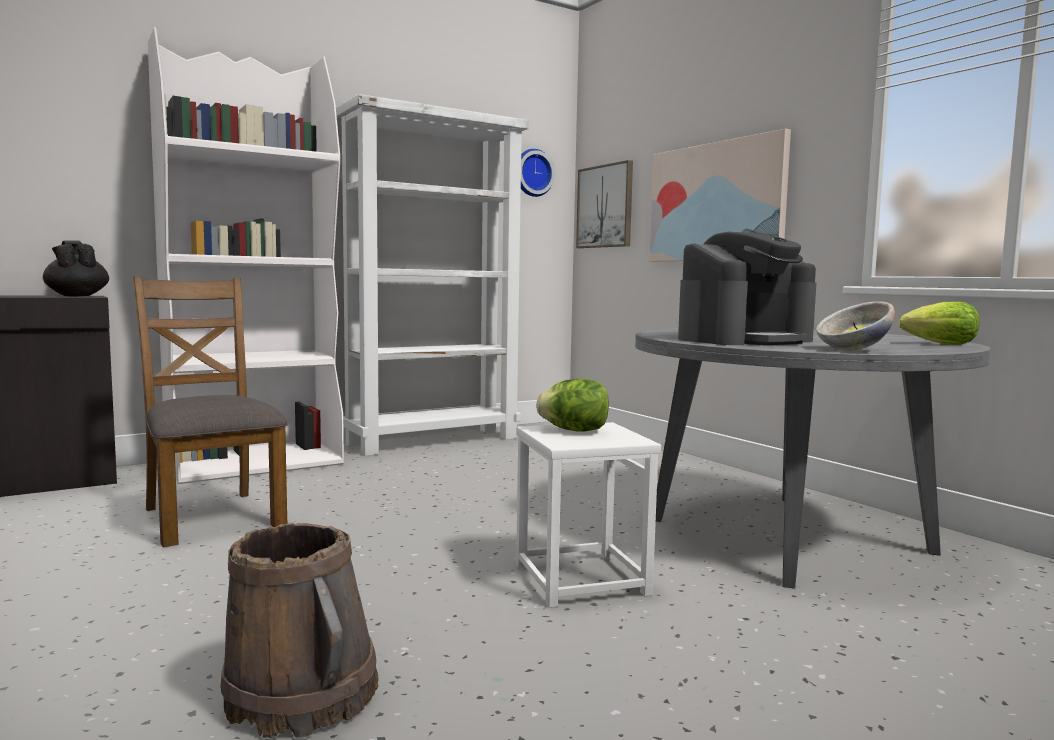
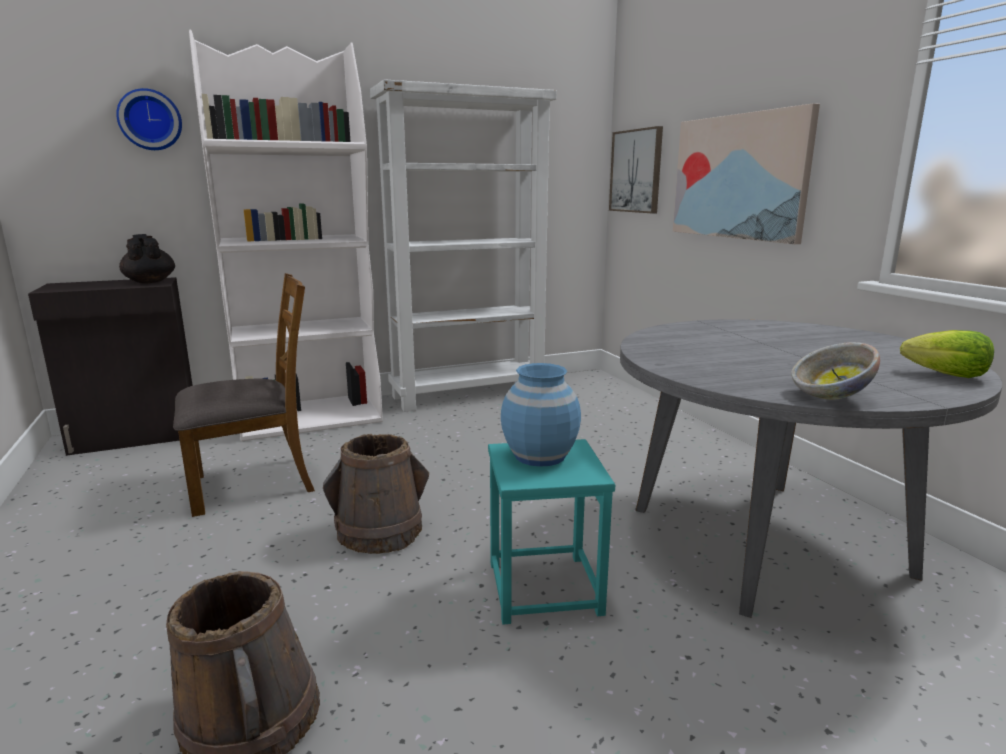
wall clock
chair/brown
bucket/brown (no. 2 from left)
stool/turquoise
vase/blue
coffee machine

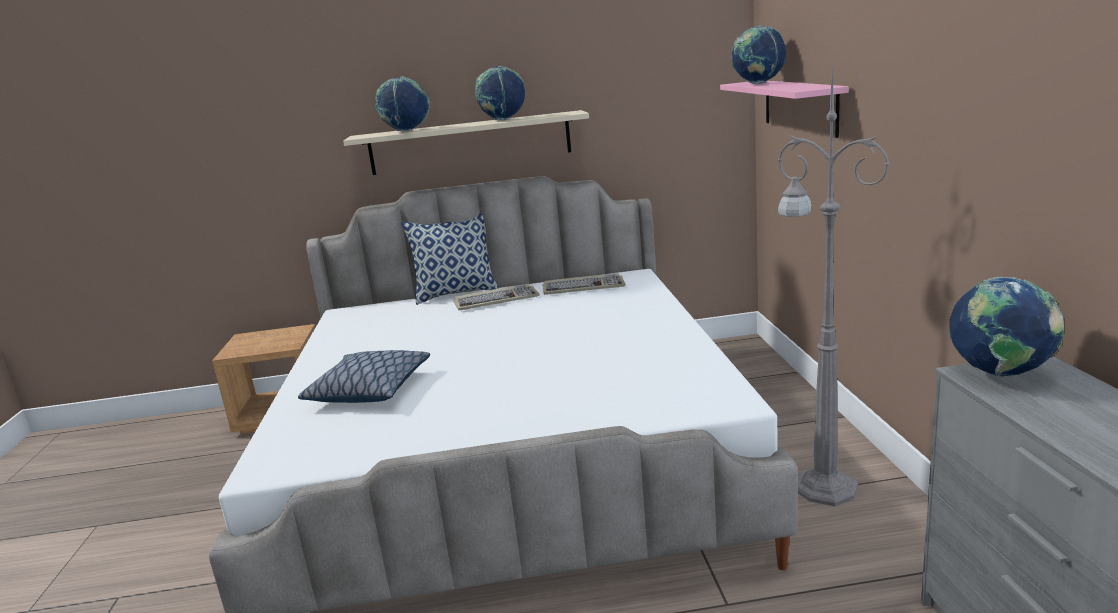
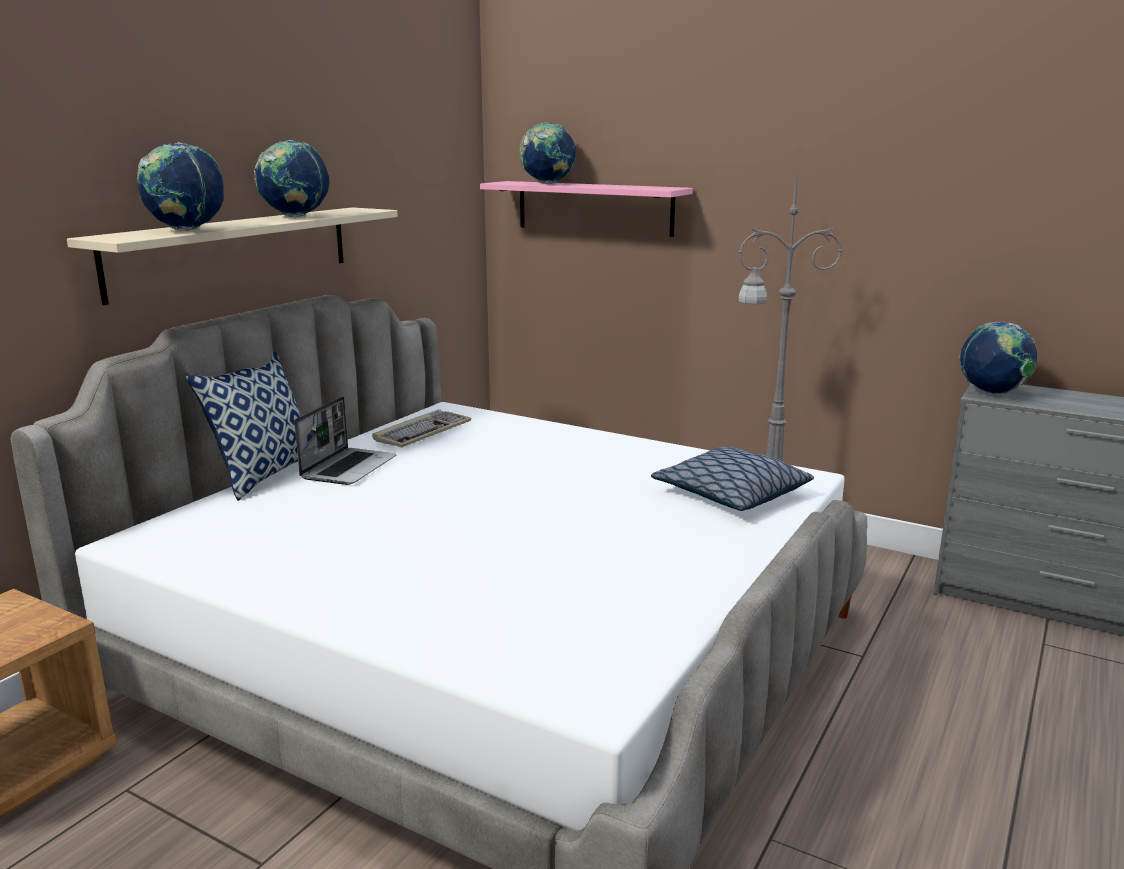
laptop
pillow (no. 2 from left)

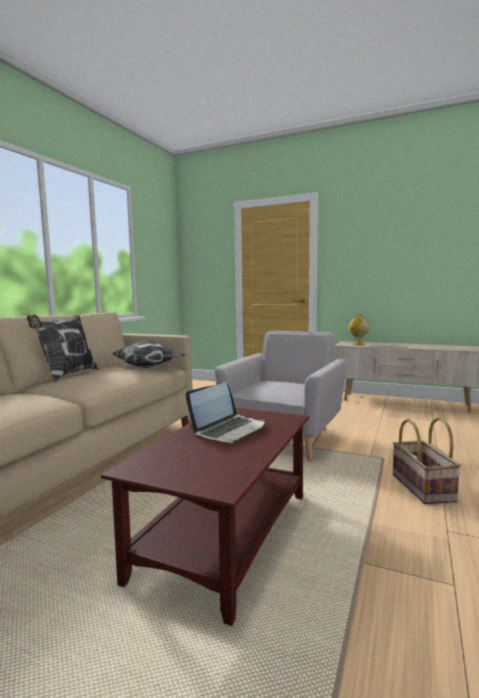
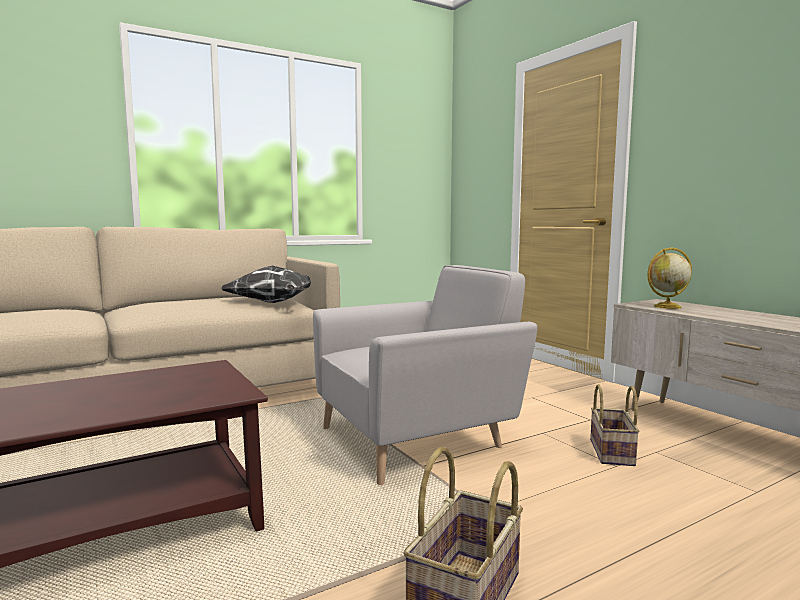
basket (no. 2 from left)
pillow (no. 1 from left in the first image)
laptop

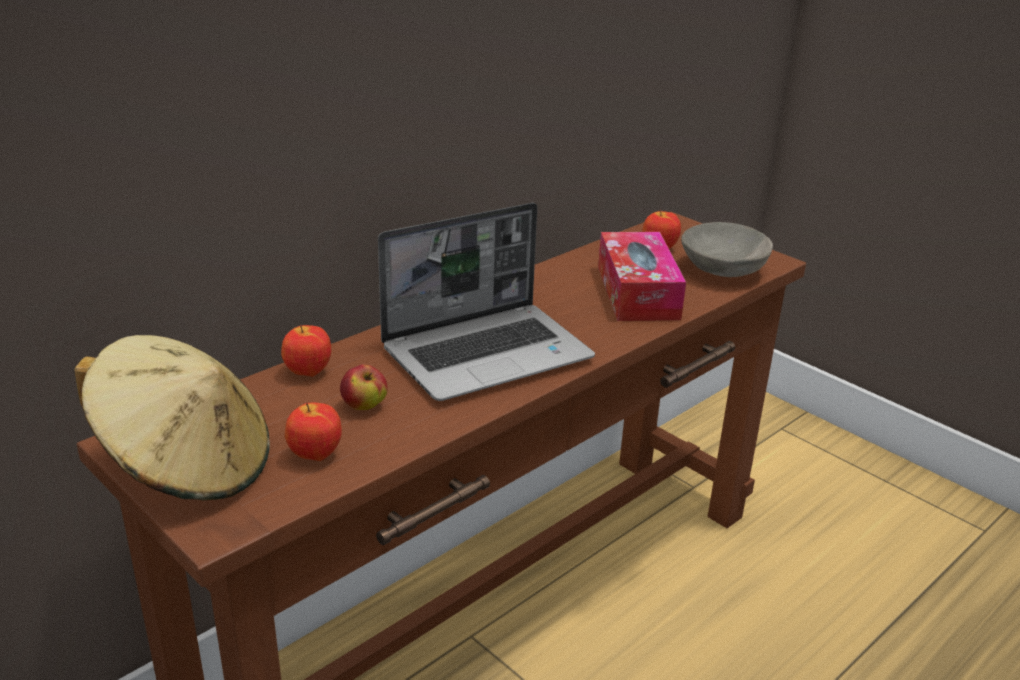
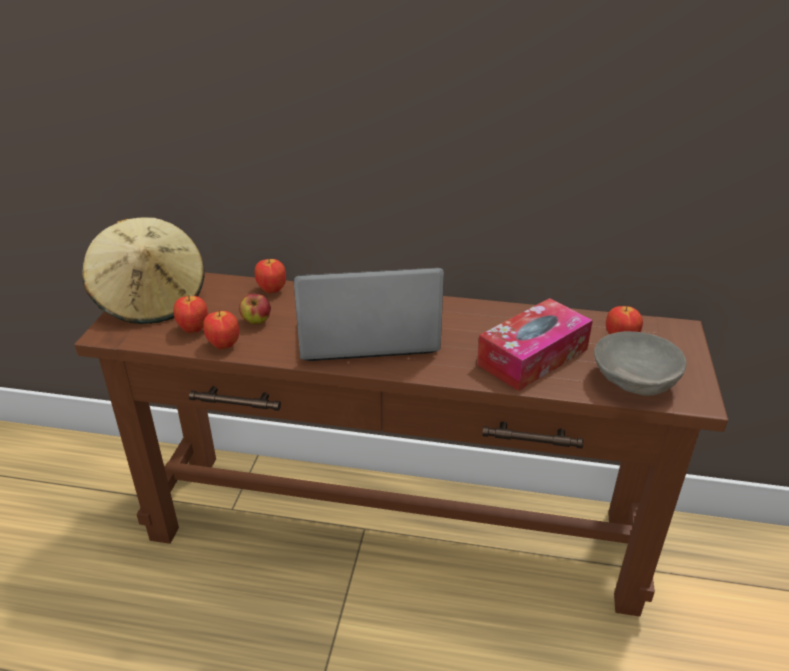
apple (no. 2 from left)
laptop

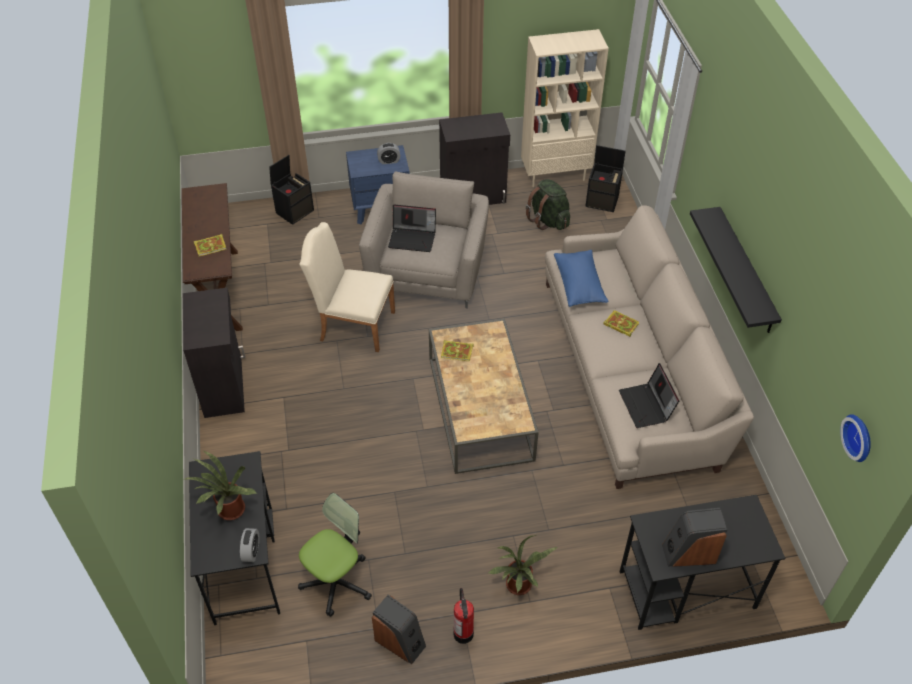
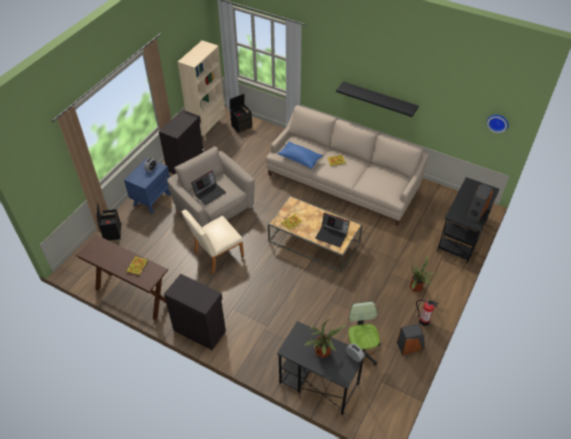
laptop (no. 2 from left)
backpack/green

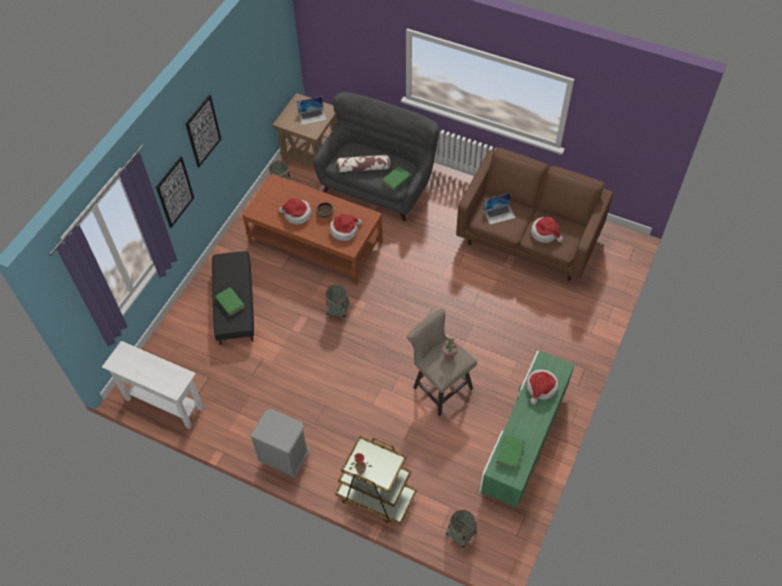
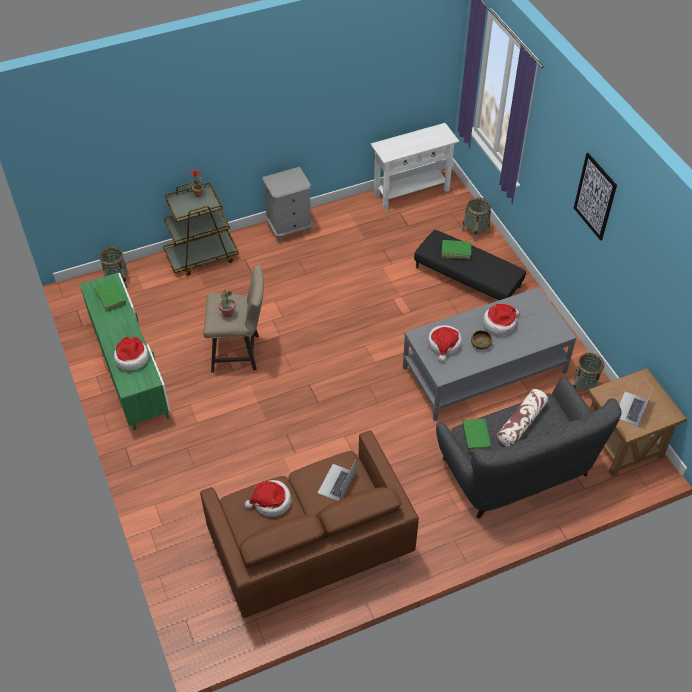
coffee table/grey
basket (no. 2 from left)
picture (no. 1 from left in the first image)

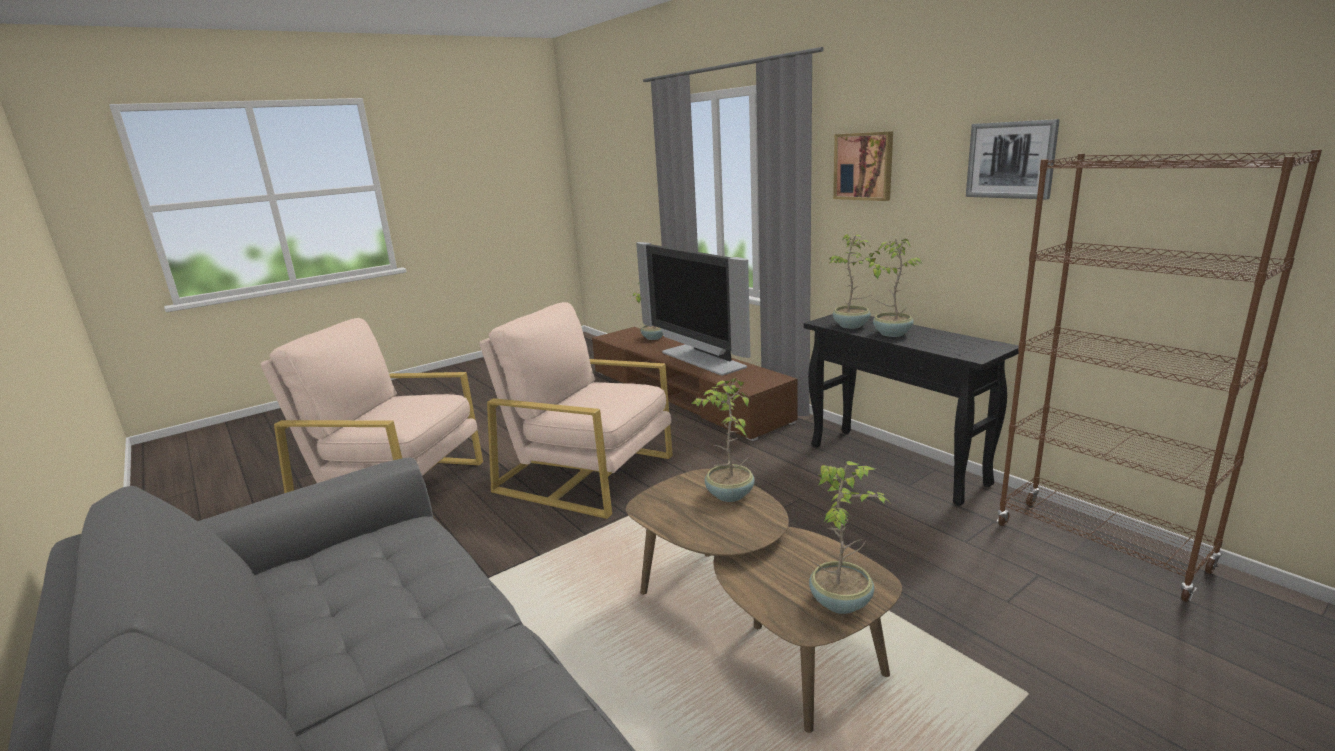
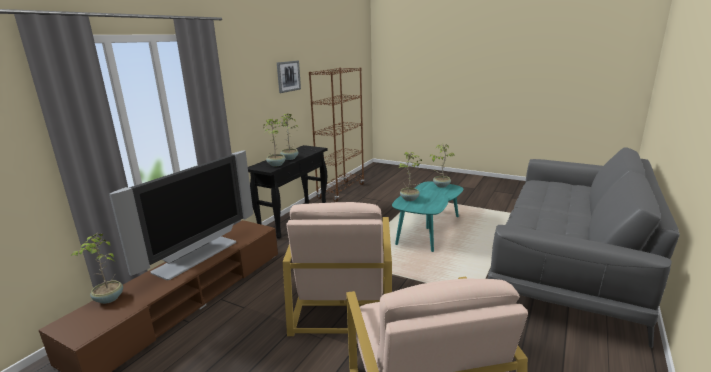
coffee table/turquoise
picture (no. 1 from left in the first image)

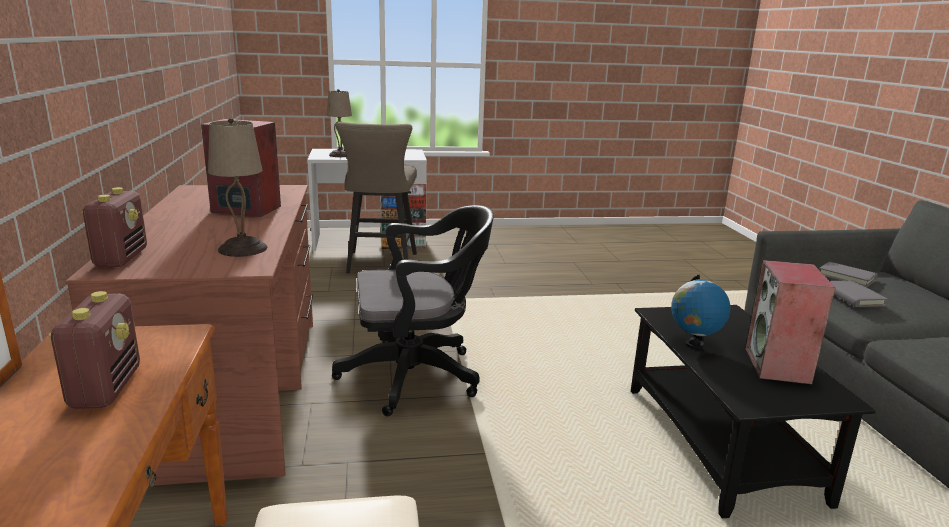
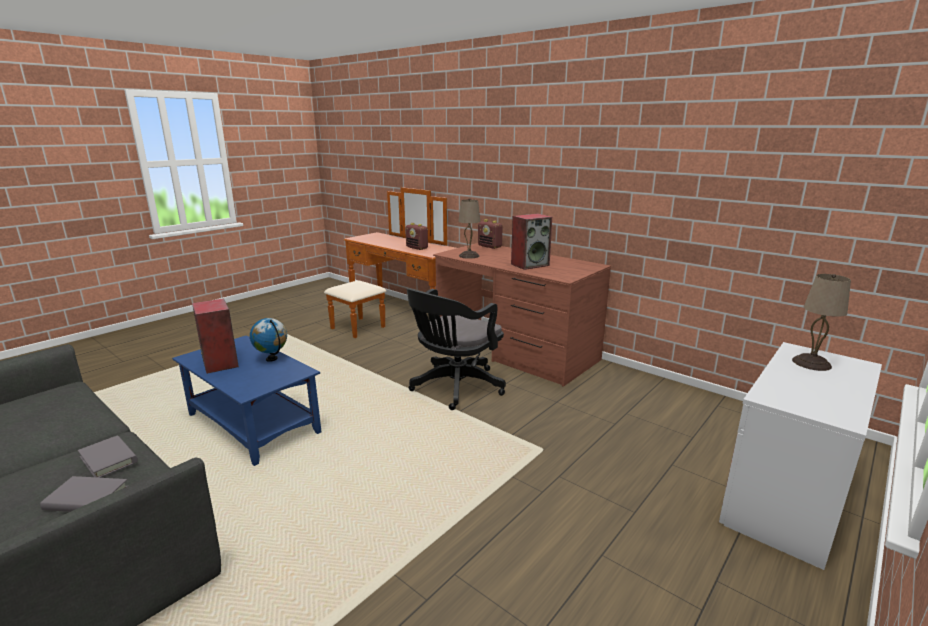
coffee table/blue
stool/beige

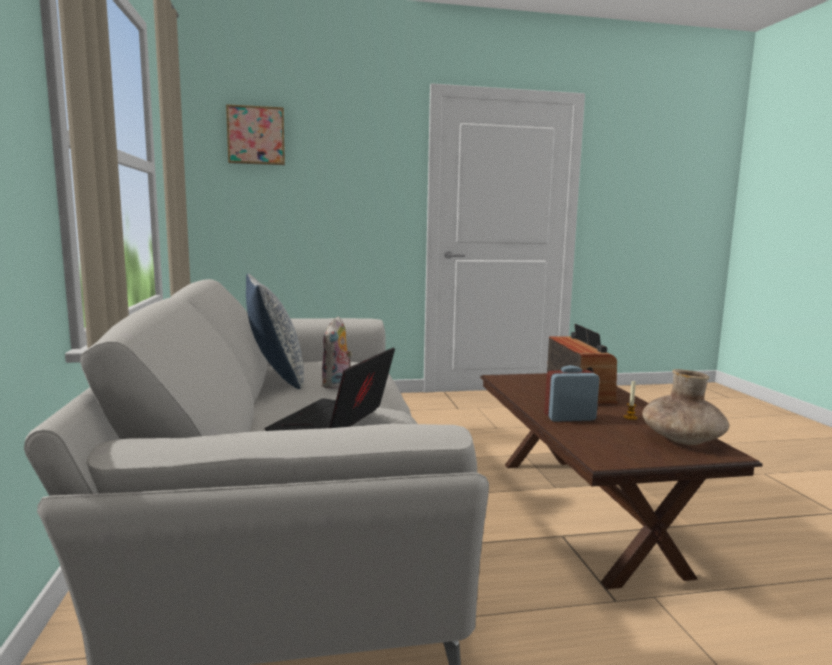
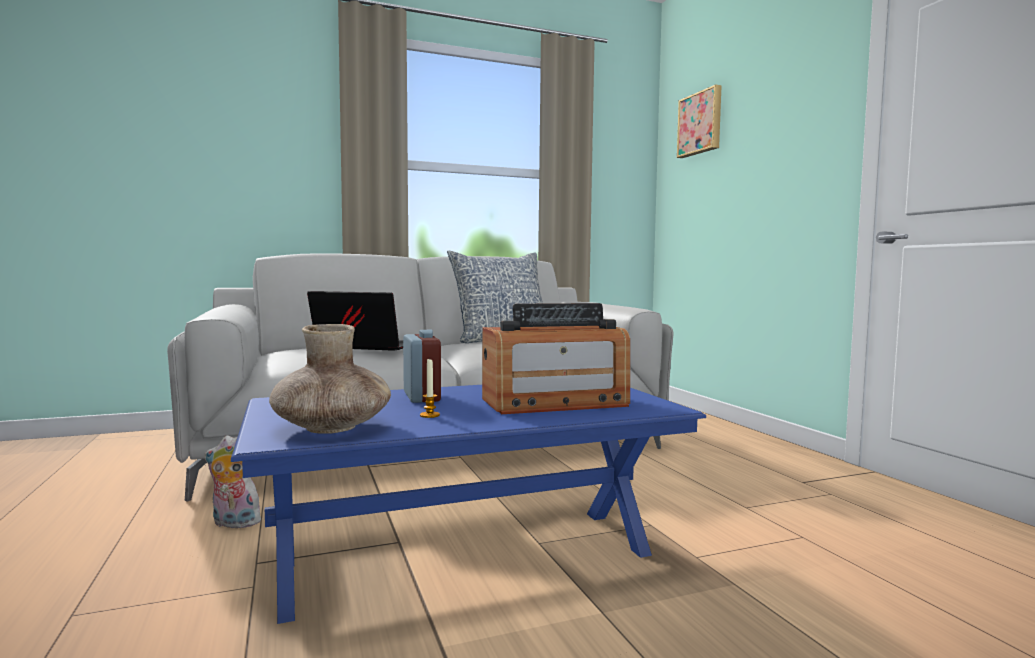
plush toy
coffee table/blue

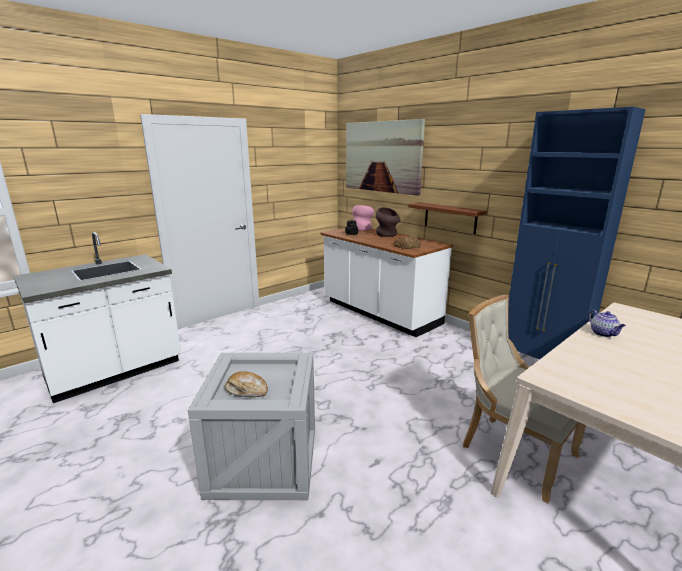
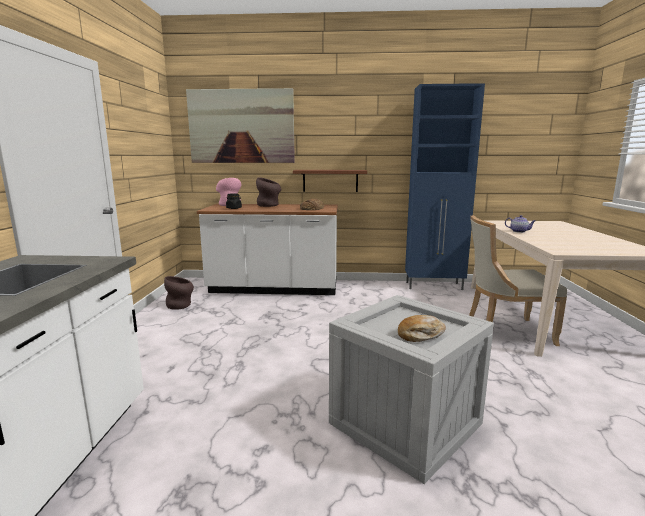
vase/brown (no. 1 from left)

